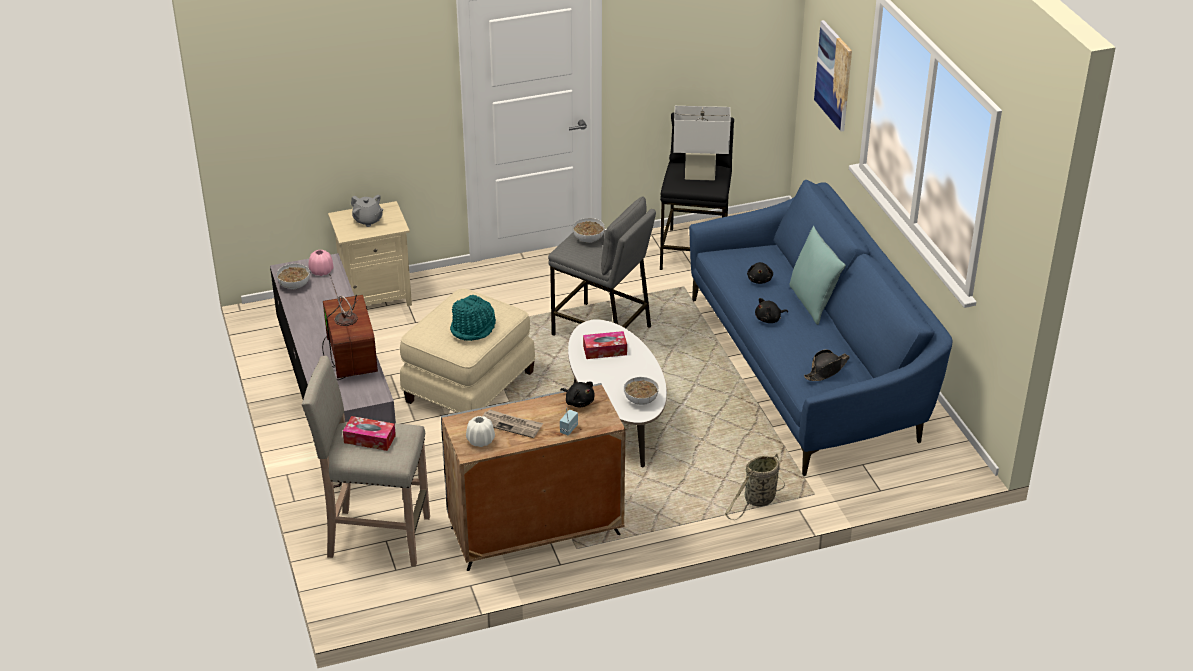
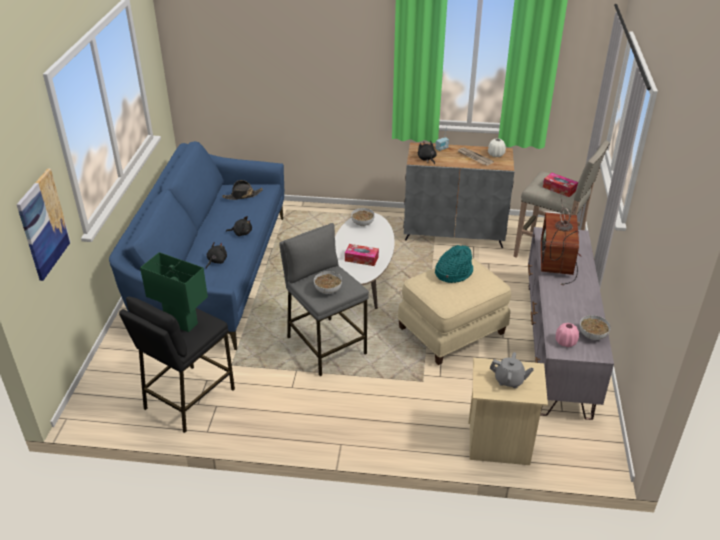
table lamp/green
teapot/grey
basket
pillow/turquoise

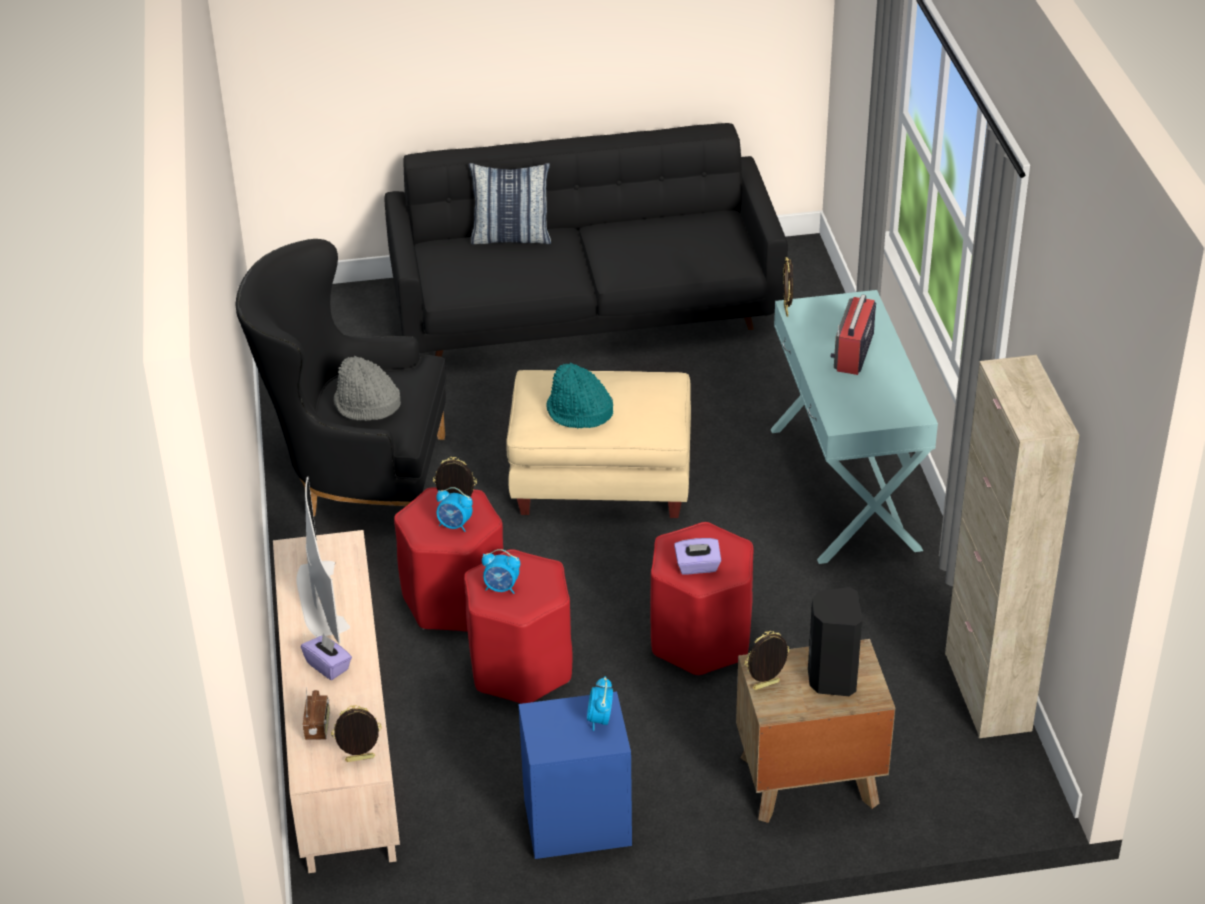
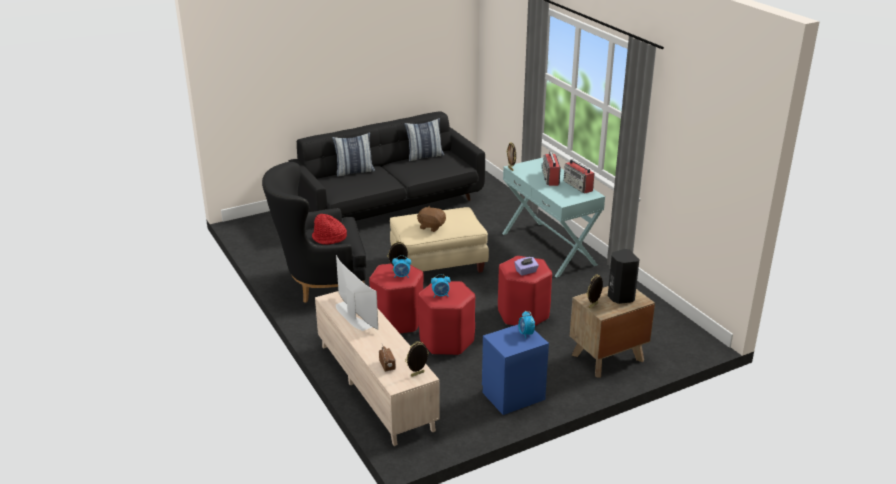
hat/red
pillow (no. 2 from left)
plush toy/brown
radio (no. 3 from left)
tissue box/purple (no. 1 from left in the first image)
cabinet/beige

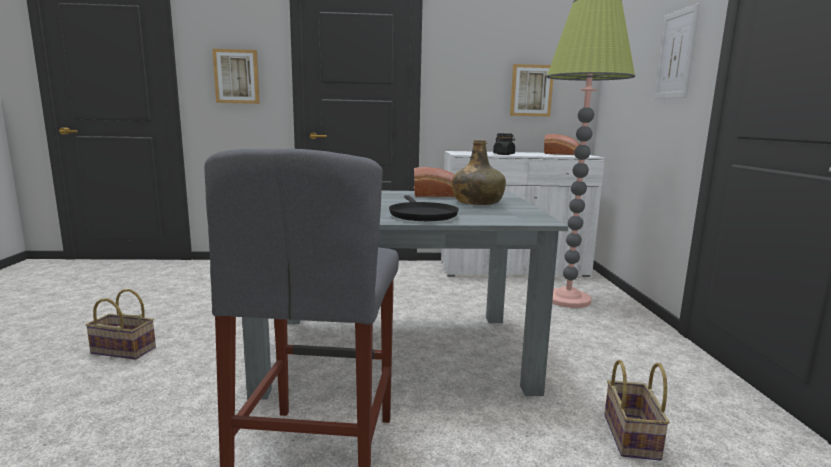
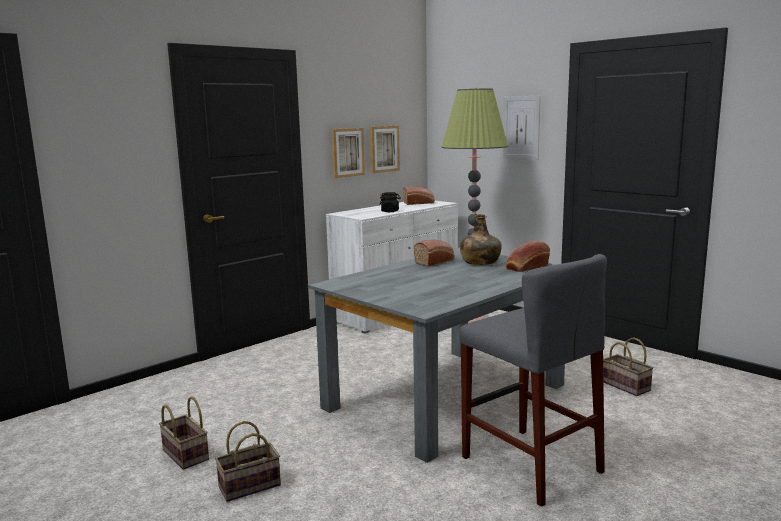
basket (no. 1 from left)
picture (no. 1 from left)
bread (no. 3 from left)
frying pan/black

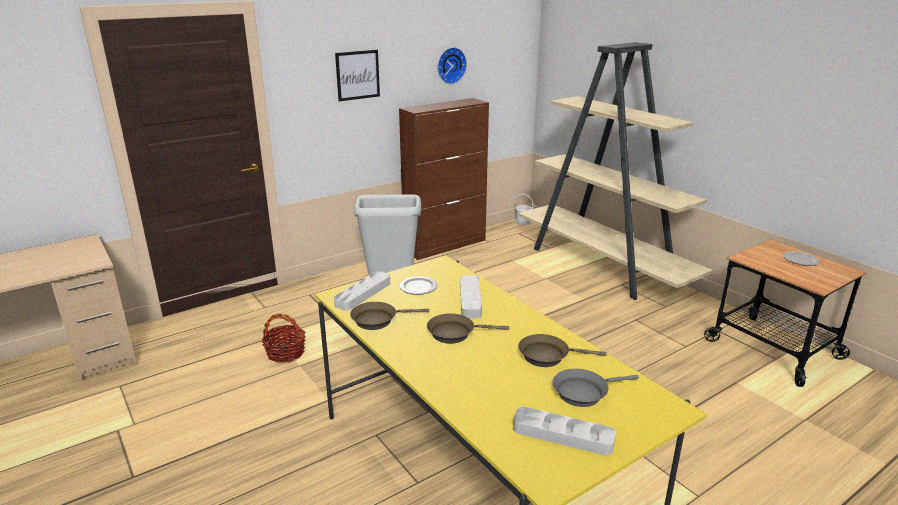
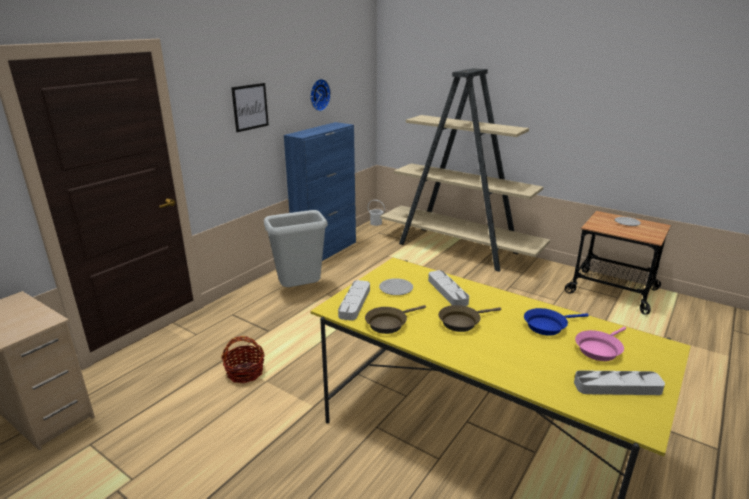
cabinet/blue
frying pan/blue
frying pan/pink

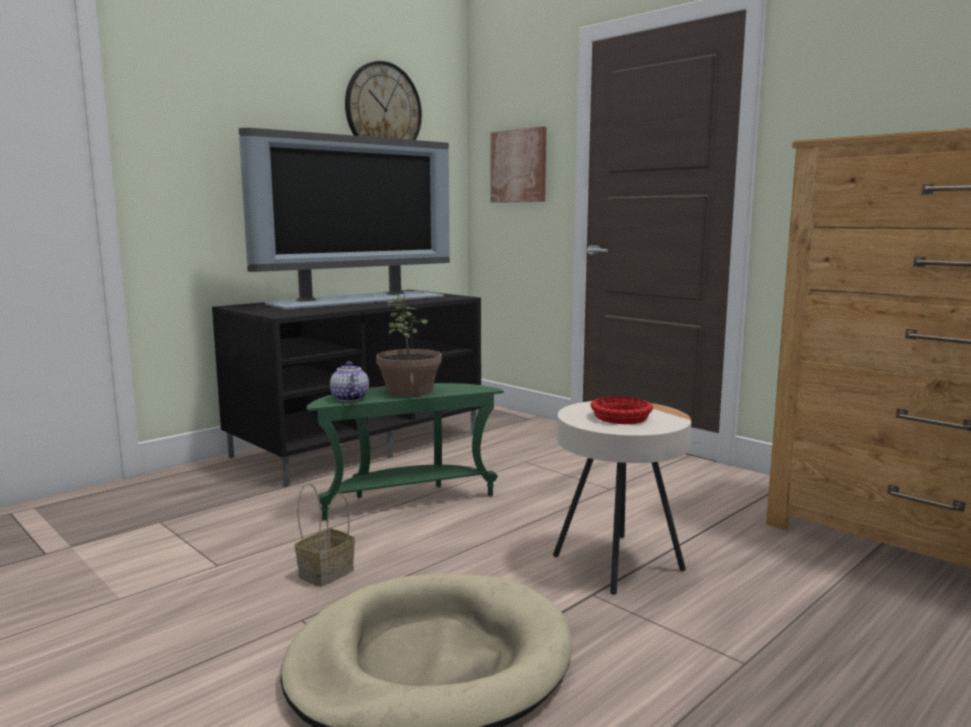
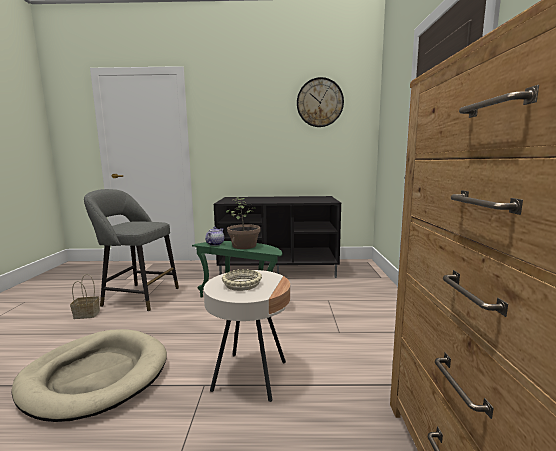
basket
stool/grey
bowl/beige
television
picture

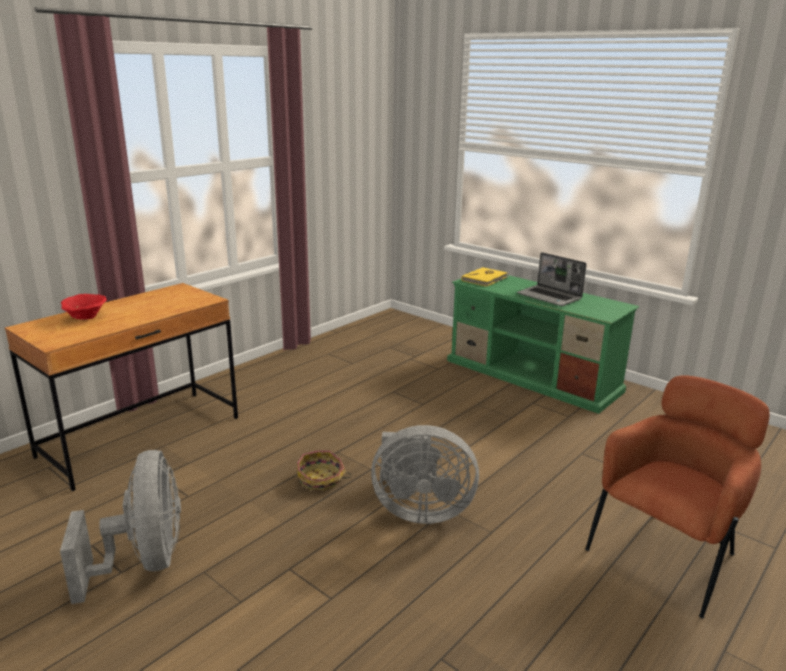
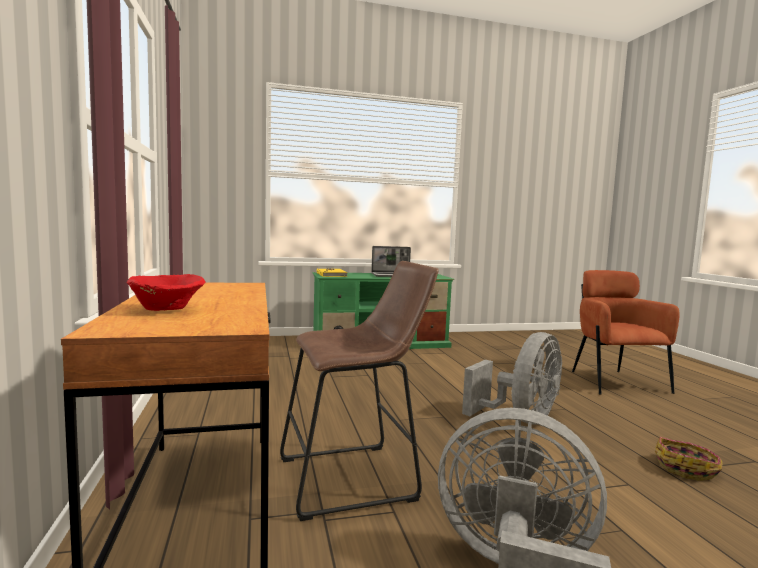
stool/brown
basket

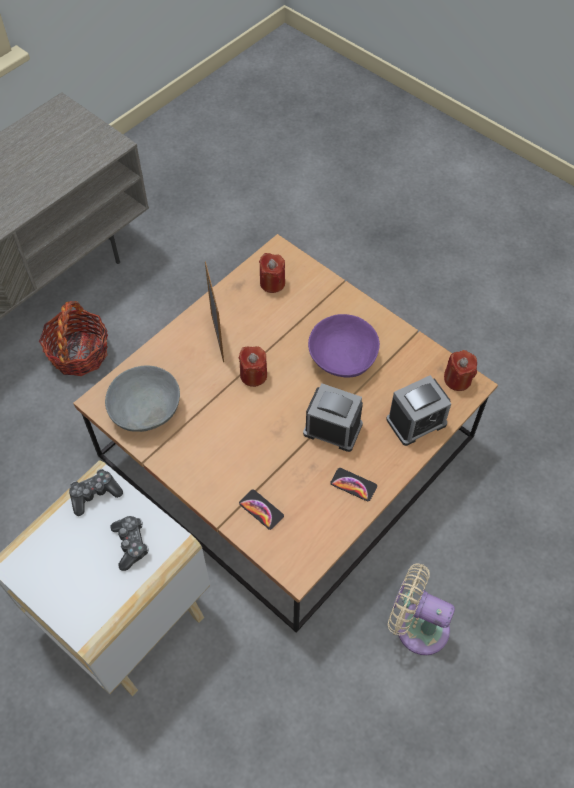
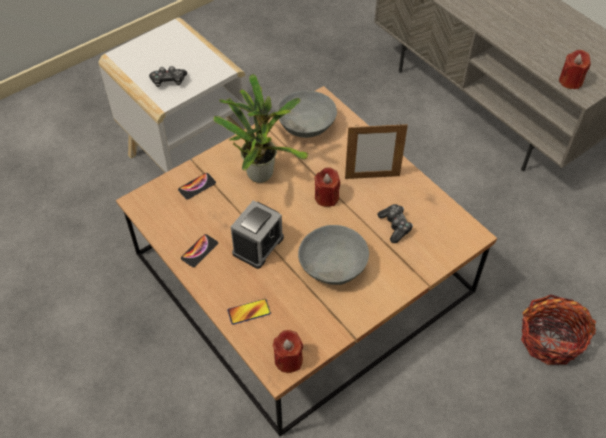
potted plant
phone (no. 3 from left)
bowl/grey (no. 2 from left)
game controller (no. 2 from left)
basket
candle/red (no. 3 from left)
fan/beige

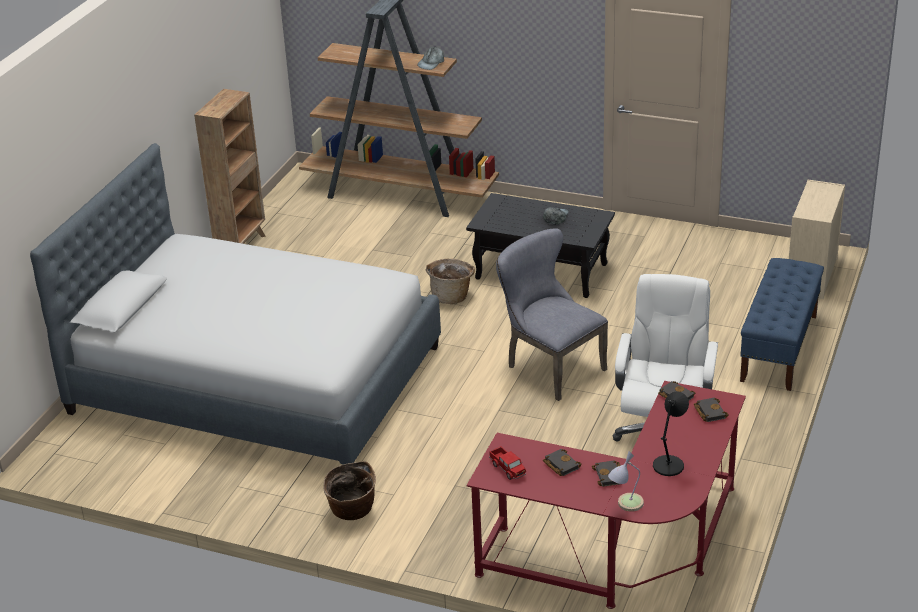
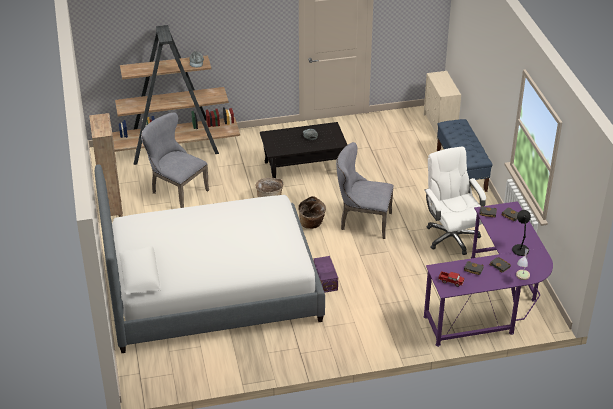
chair/grey (no. 1 from left)
basket (no. 2 from left)
storage box/purple
desk/purple

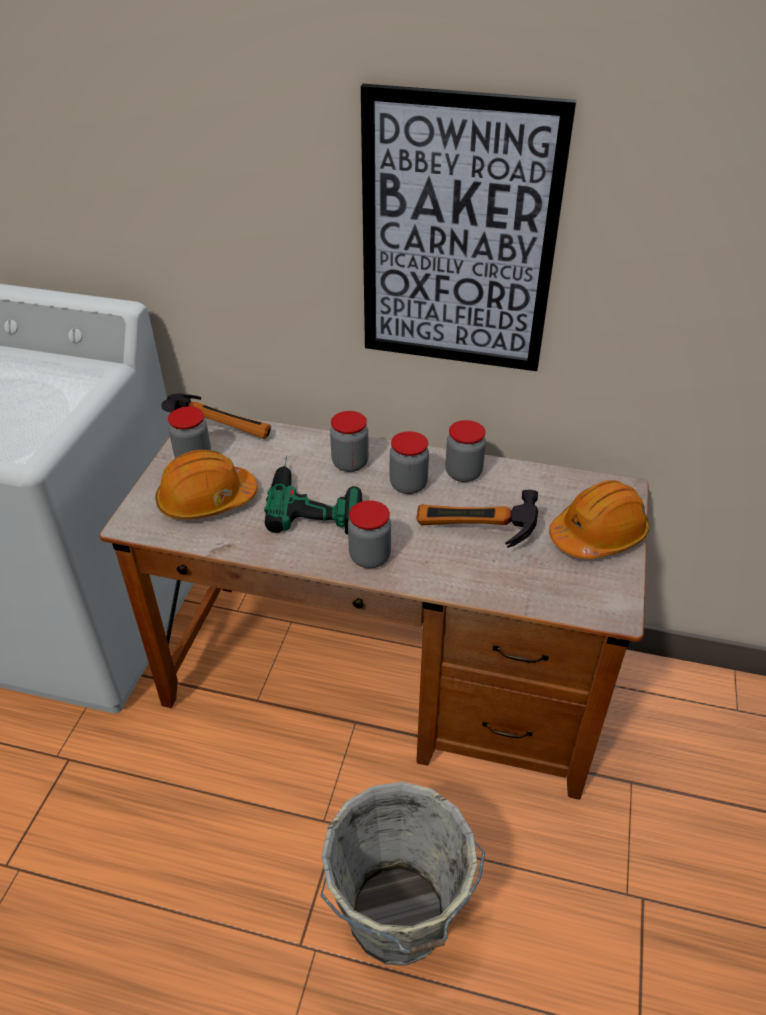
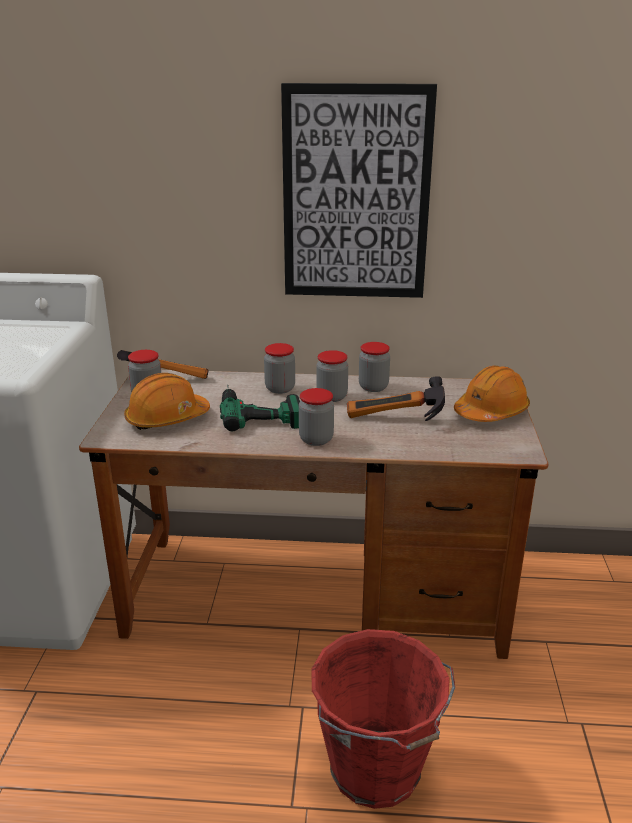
bucket/red

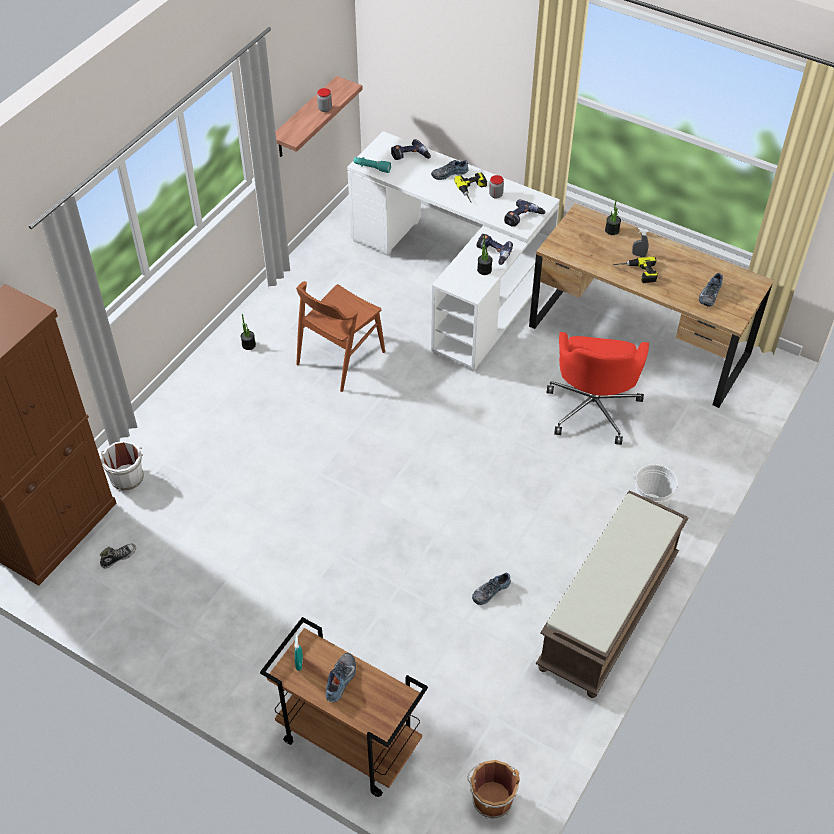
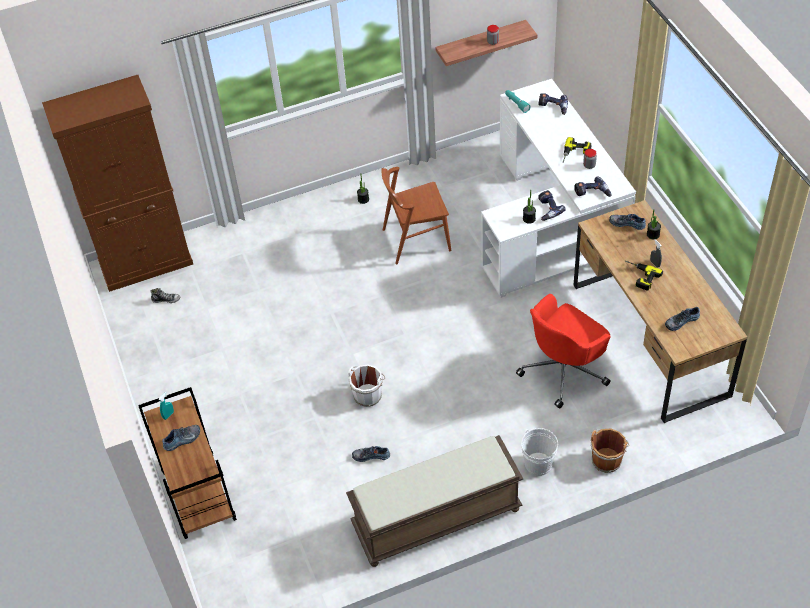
bucket/white (no. 1 from left)
bucket/brown
shoe (no. 4 from left)

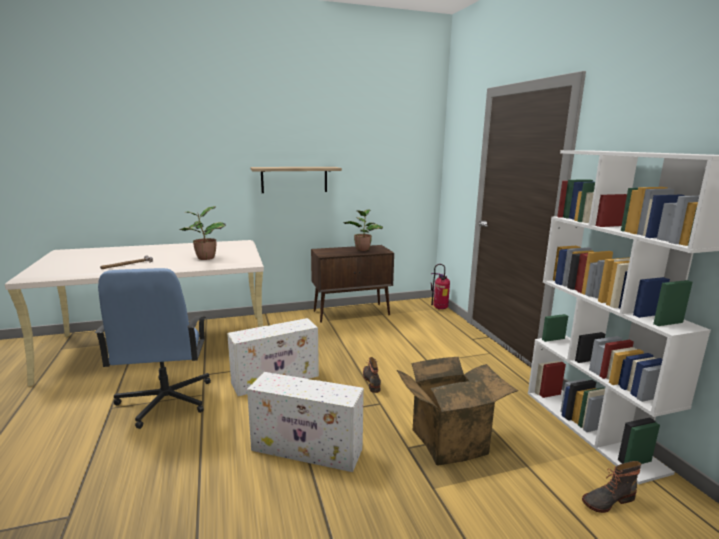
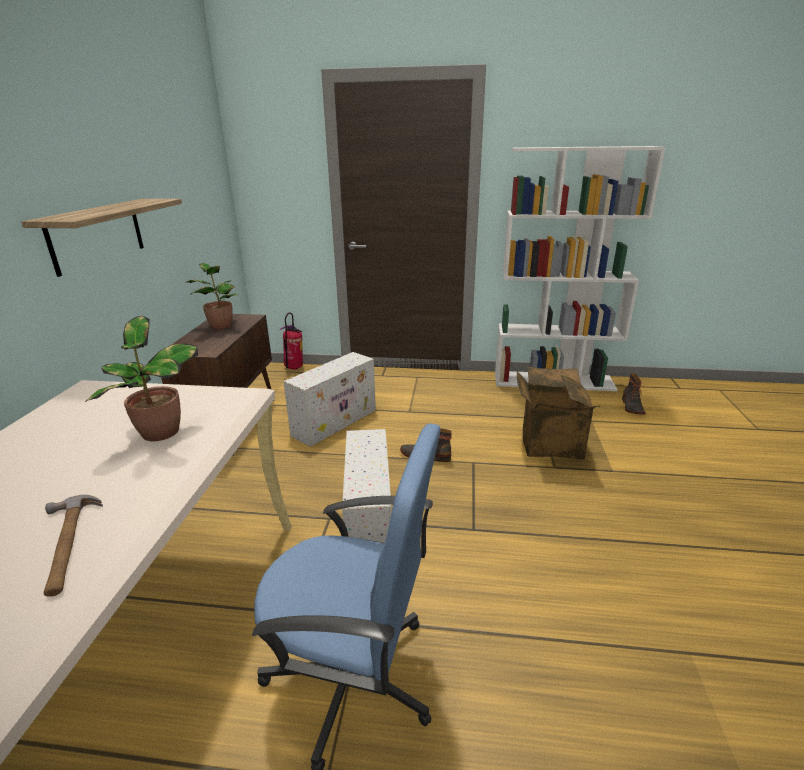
storage box/white (no. 1 from left)

